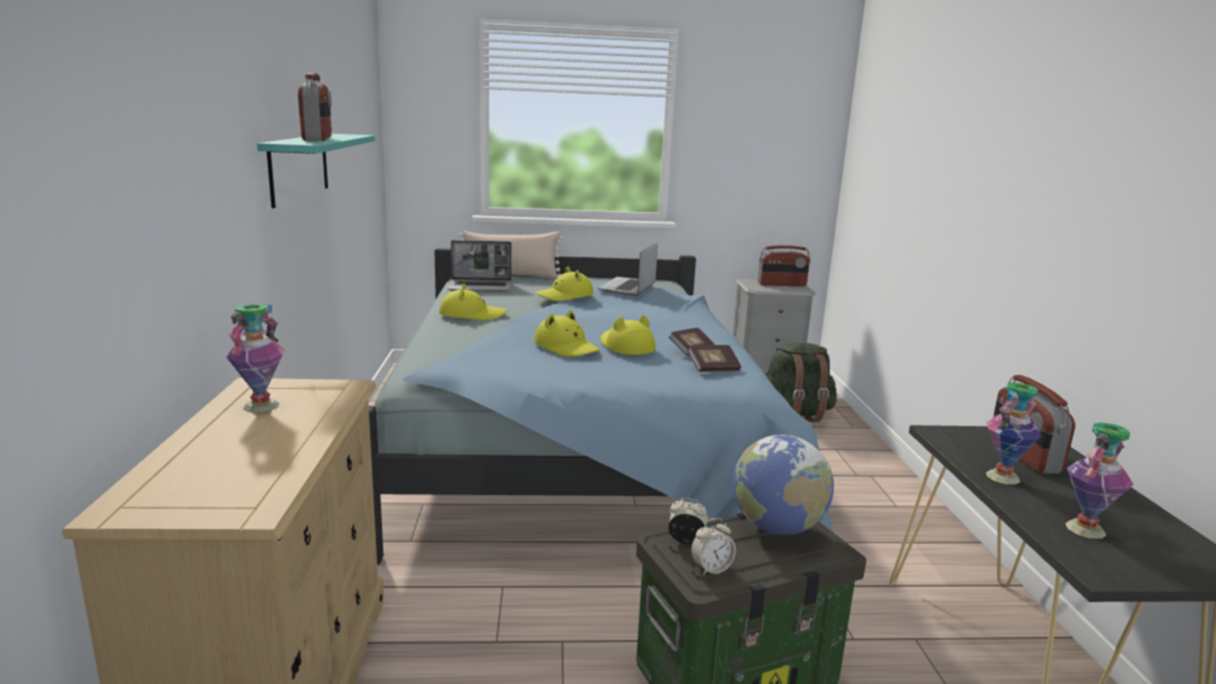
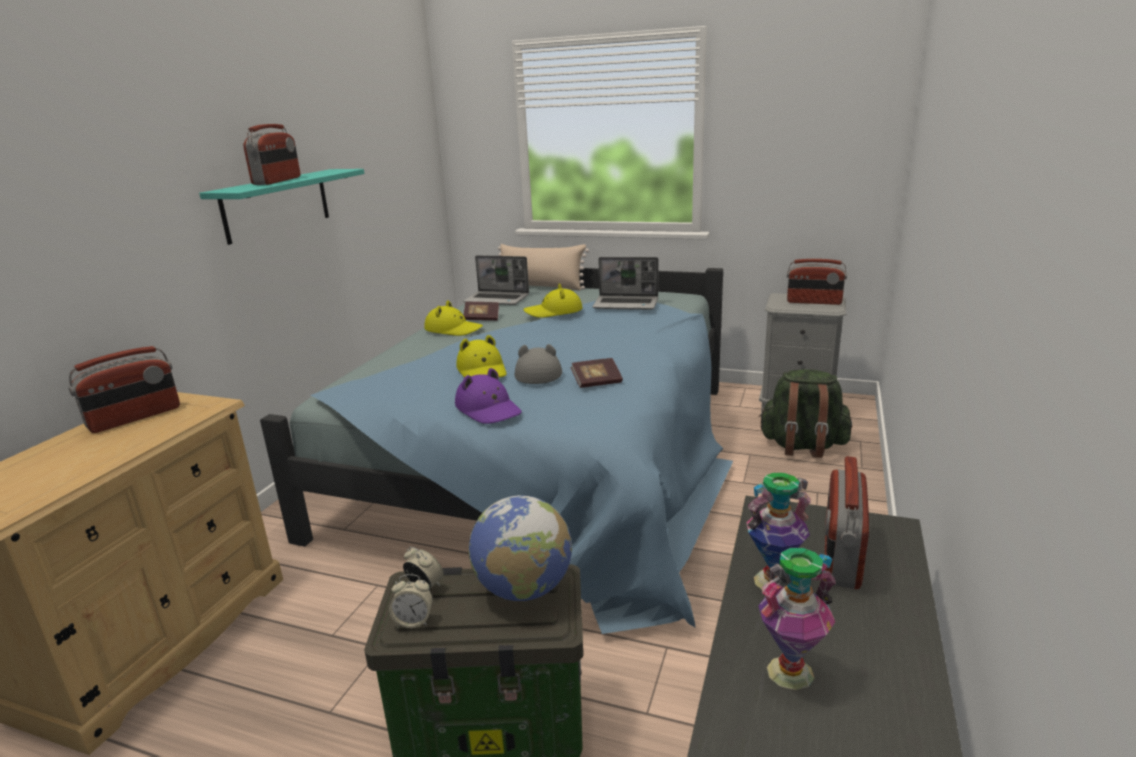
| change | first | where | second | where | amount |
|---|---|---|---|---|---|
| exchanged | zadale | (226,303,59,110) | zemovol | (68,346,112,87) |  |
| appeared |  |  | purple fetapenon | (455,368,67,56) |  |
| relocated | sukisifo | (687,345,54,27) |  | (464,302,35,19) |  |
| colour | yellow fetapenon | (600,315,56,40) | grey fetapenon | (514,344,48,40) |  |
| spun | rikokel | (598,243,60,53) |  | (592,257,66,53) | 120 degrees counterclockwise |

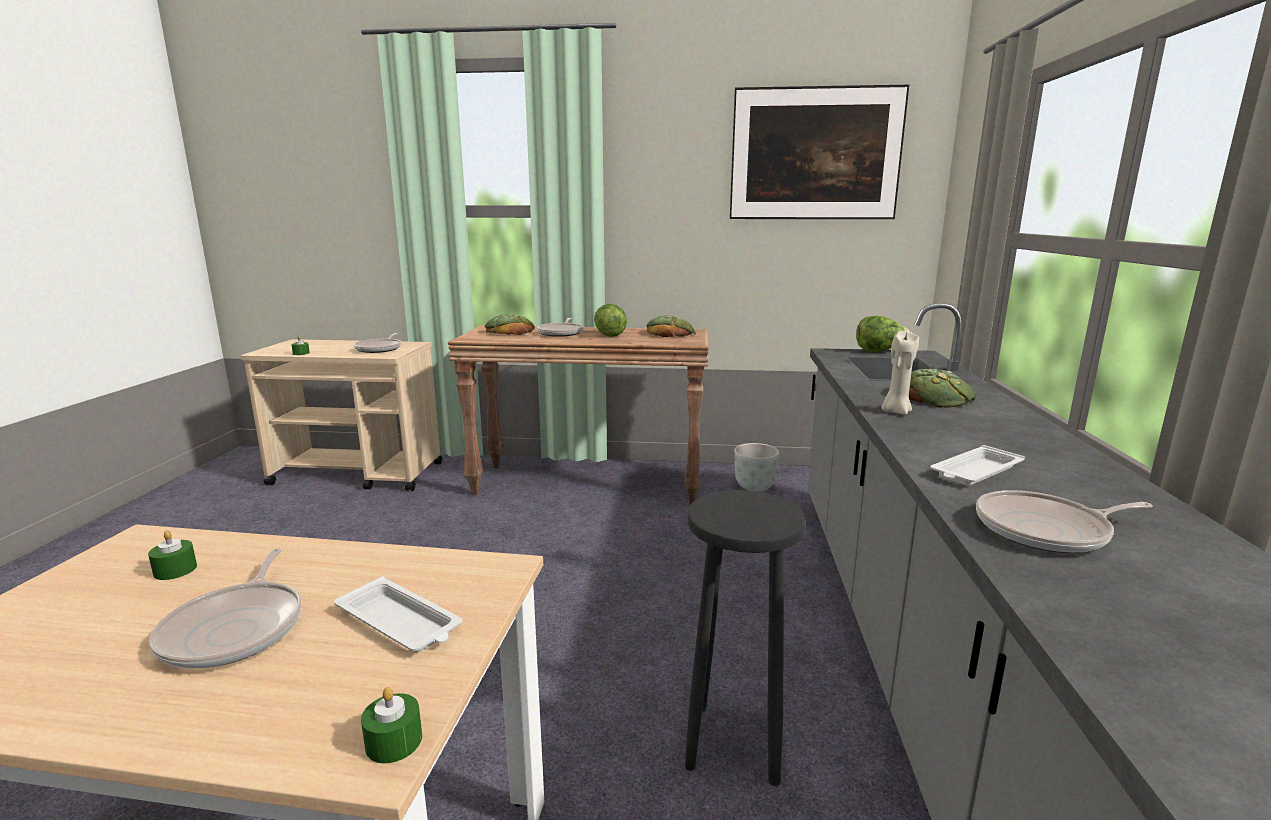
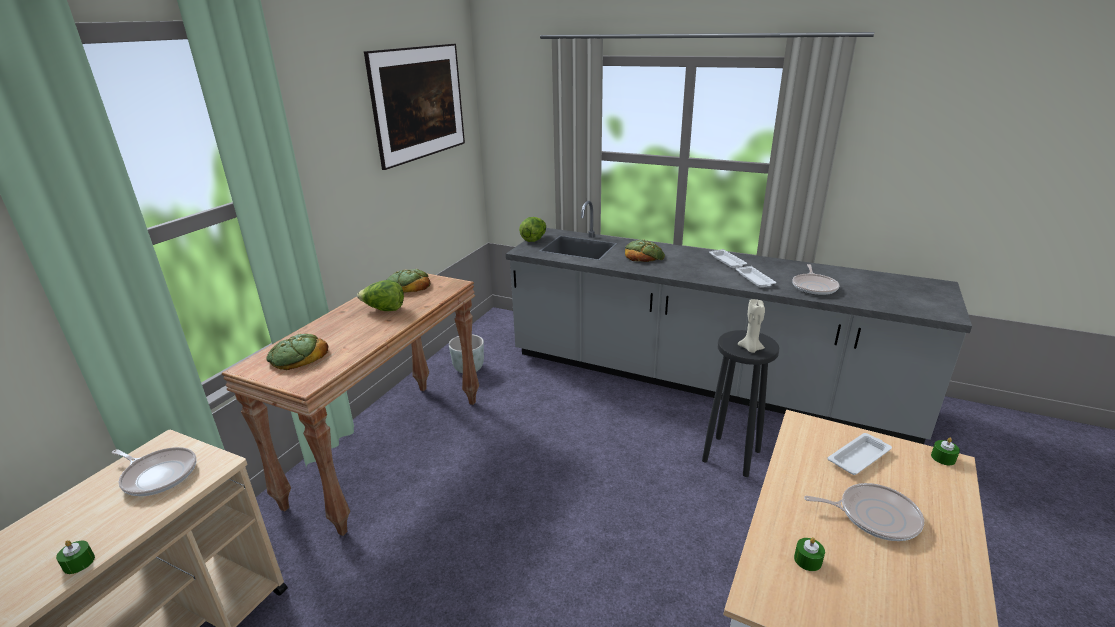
| change | first | where | second | where | amount |
|---|---|---|---|---|---|
| appeared |  |  | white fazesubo | (709,249,38,19) |  |
| relocated | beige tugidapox | (881,331,38,84) |  | (738,299,27,54) |  |
| missing | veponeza | (537,318,46,19) |  |  |  |

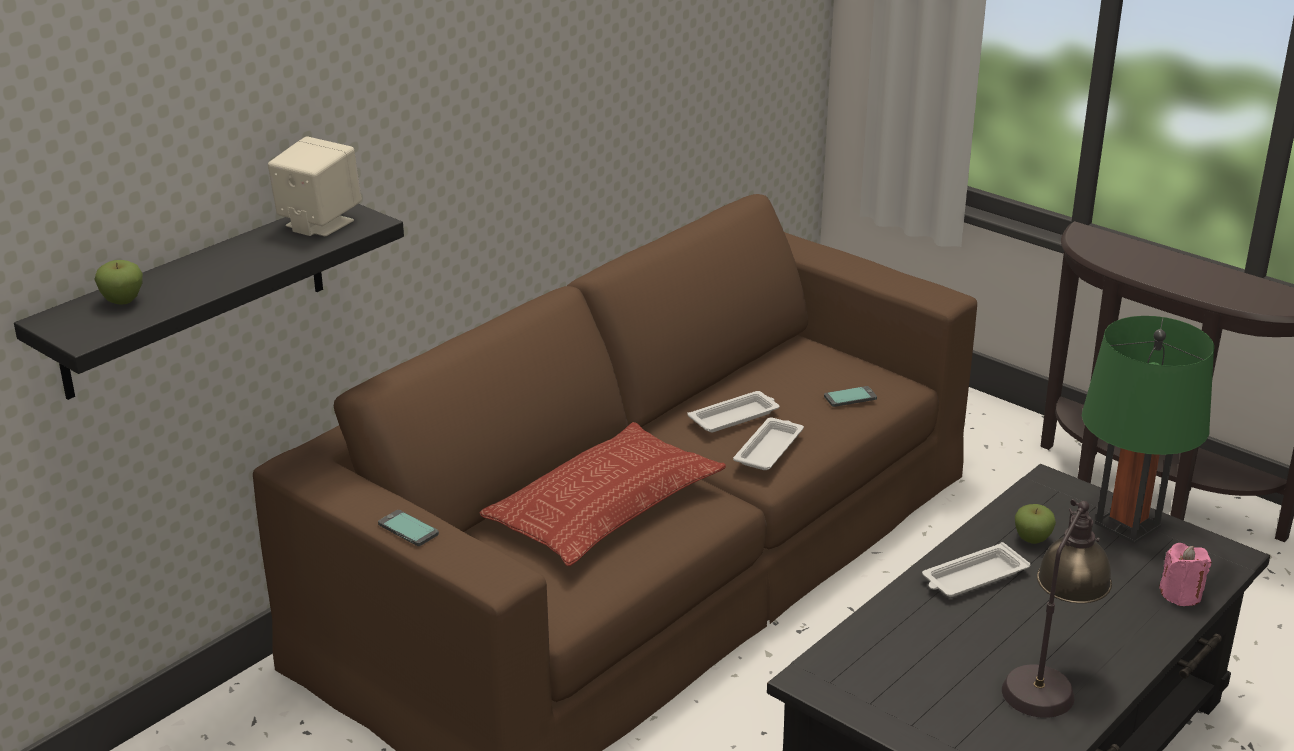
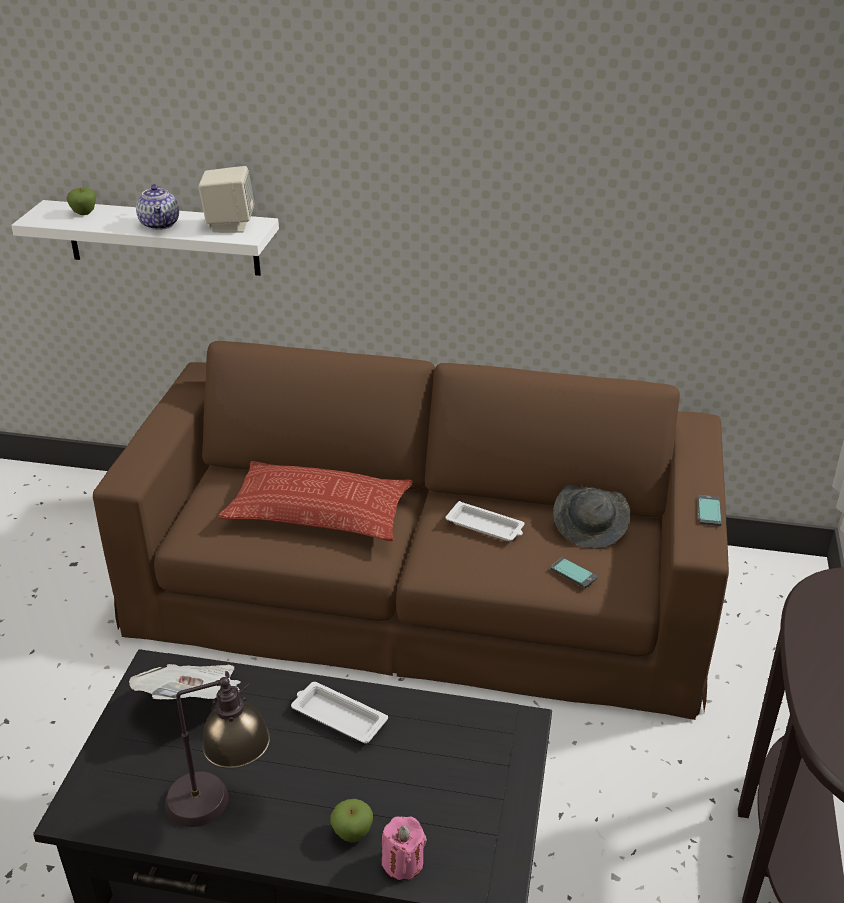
| change | first | where | second | where | amount |
|---|---|---|---|---|---|
| colour | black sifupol | (14,204,390,196) | white sifupol | (11,200,268,76) |  |
| appeared |  |  | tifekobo | (129,664,111,35) |  |
| appeared |  |  | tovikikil | (136,184,43,46) |  |
| relocated | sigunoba | (1015,504,41,40) |  | (330,799,43,43) |  |
| appeared |  |  | grey fetapenon | (553,484,78,64) |  |
| relocated | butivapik | (378,510,61,36) |  | (698,495,24,31) |  |
| missing | white fazesubo | (733,418,71,52) |  |  |  |
| missing | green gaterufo | (1082,316,132,228) |  |  |  |

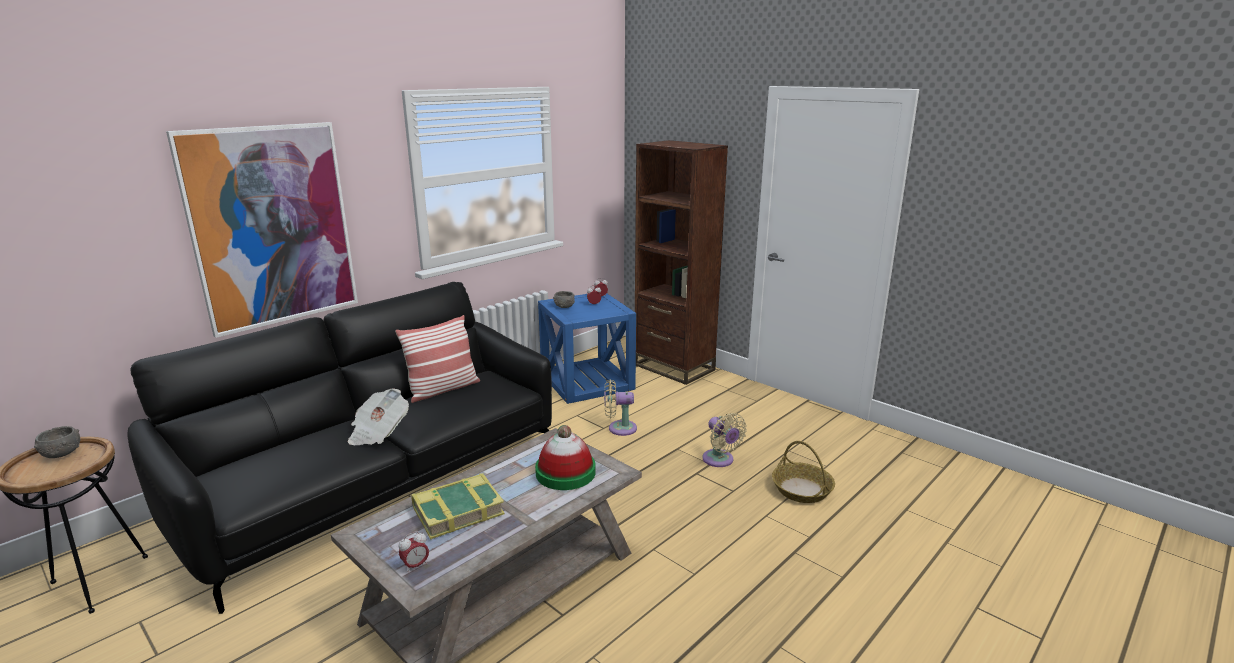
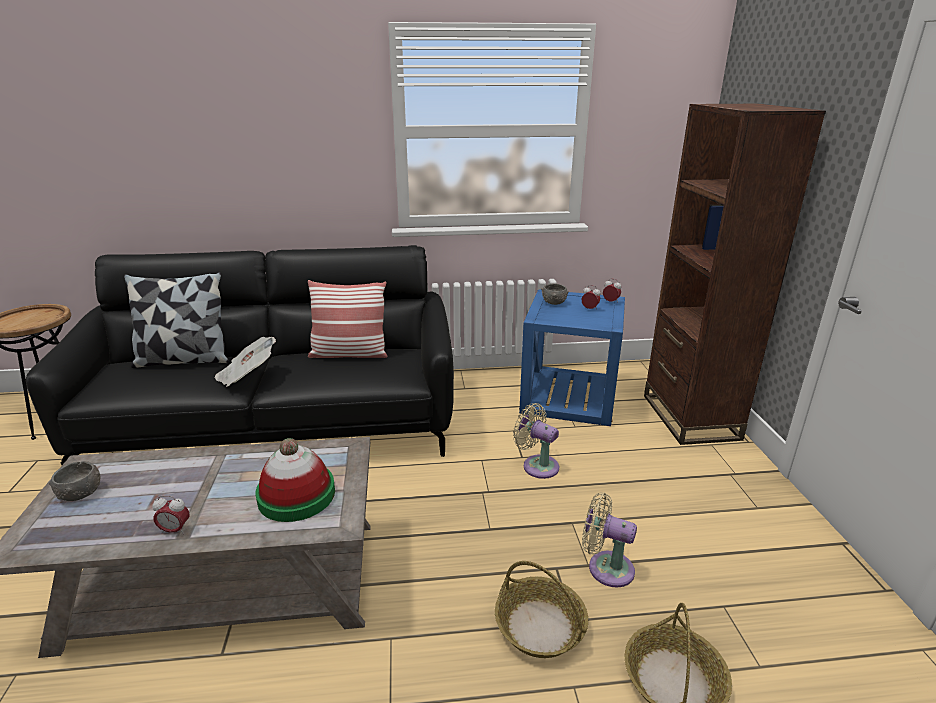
| change | first | where | second | where | amount |
|---|---|---|---|---|---|
| relocated | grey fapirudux | (34,426,46,32) |  | (49,461,51,40) |  |
| appeared |  |  | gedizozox | (124,272,105,96) |  |
| relocated | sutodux | (399,531,30,41) |  | (152,496,37,39) |  |
| appeared |  |  | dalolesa | (495,561,93,97) |  |
| spun | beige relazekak | (703,413,44,54) |  | (582,492,55,96) | 105 degrees clockwise |
| missing | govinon | (166,122,192,216) |  |  |  |
| missing | sukisifo | (411,473,94,66) |  |  |  |

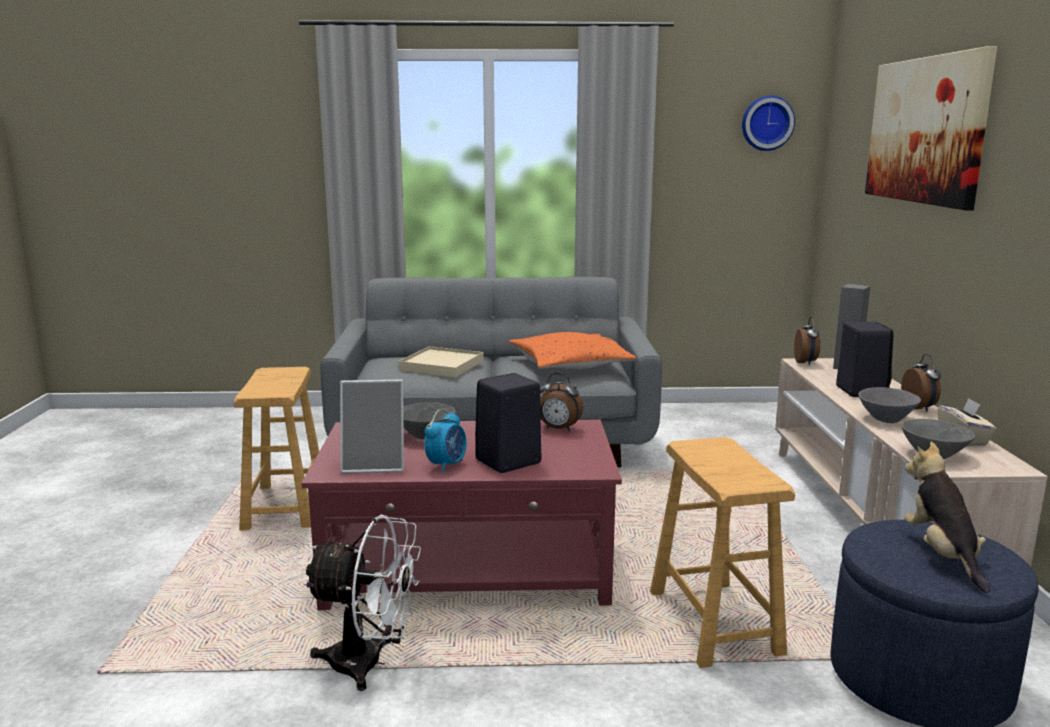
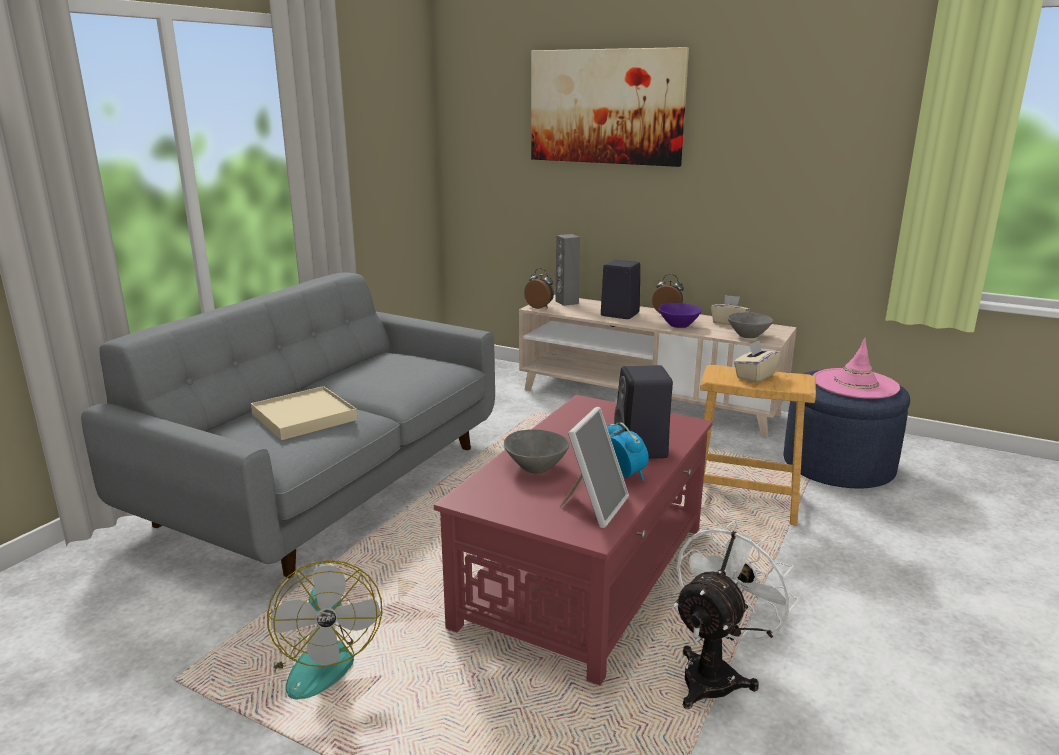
| change | first | where | second | where | amount |
|---|---|---|---|---|---|
| exchanged | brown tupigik | (234,367,85,164) | relazekak | (267,560,115,140) |  |
| colour | grey fapirudux | (858,387,63,36) | purple fapirudux | (659,303,42,25) |  |
| appeared |  |  | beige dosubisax | (734,340,47,43) |  |
| exchanged | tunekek | (904,441,87,152) | pink fetapenon | (813,338,87,61) |  |
| missing | orange gedizozox | (509,332,127,37) |  |  |  |
| missing | sutodux | (540,373,43,58) |  |  |  |
| missing | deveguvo | (742,95,53,56) |  |  |  |

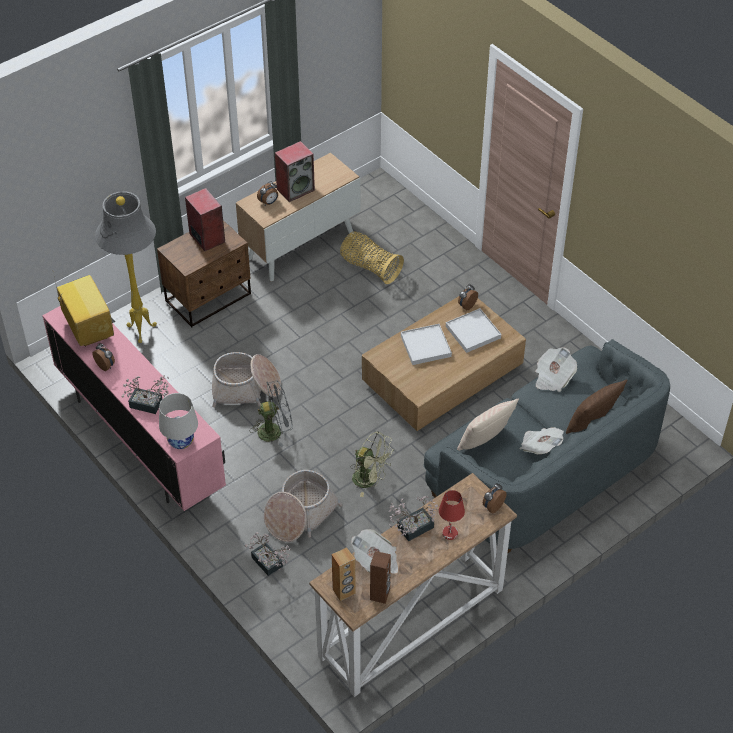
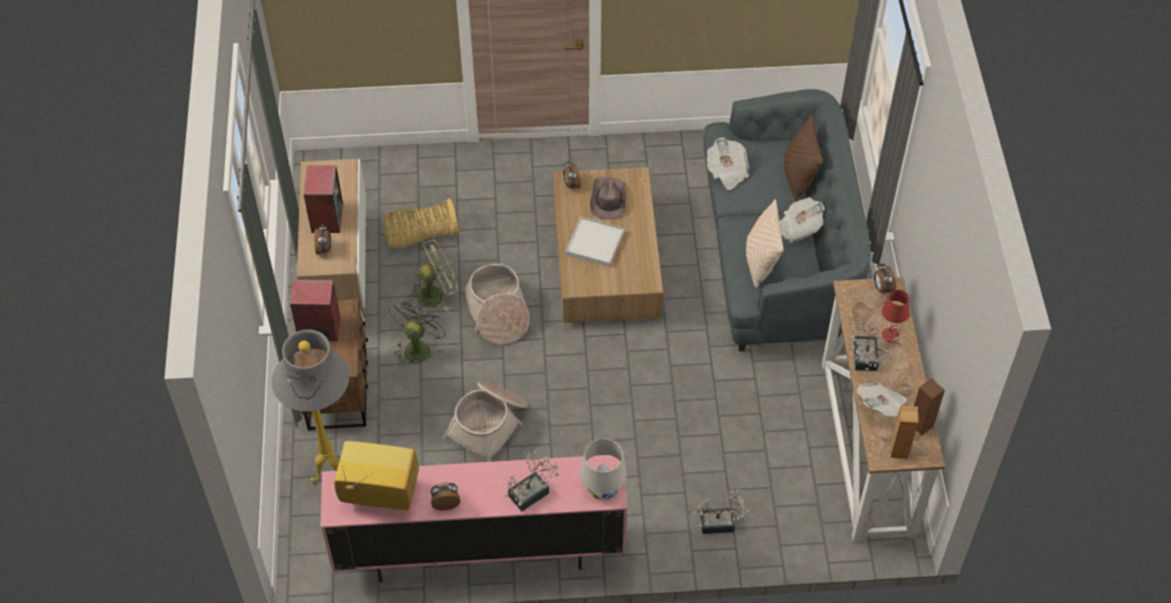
| change | first | where | second | where | amount |
|---|---|---|---|---|---|
| relocated | grey relazekak | (251,380,42,67) |  | (389,296,60,69) |  |
| relocated | green relazekak | (351,431,43,66) |  | (408,240,50,71) |  |
| relocated | dalolesa | (264,470,78,72) |  | (463,264,67,81) |  |
| exchanged | white fazesubo | (446,308,55,45) | brown fetapenon | (590,177,36,42) |  |

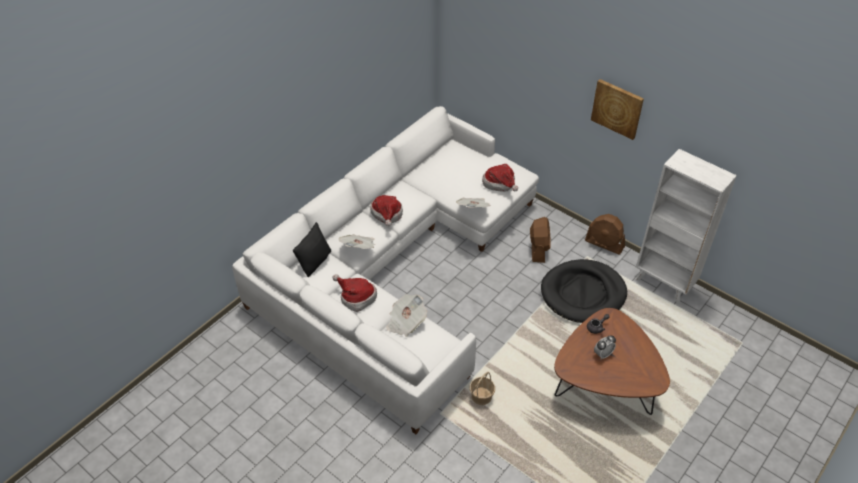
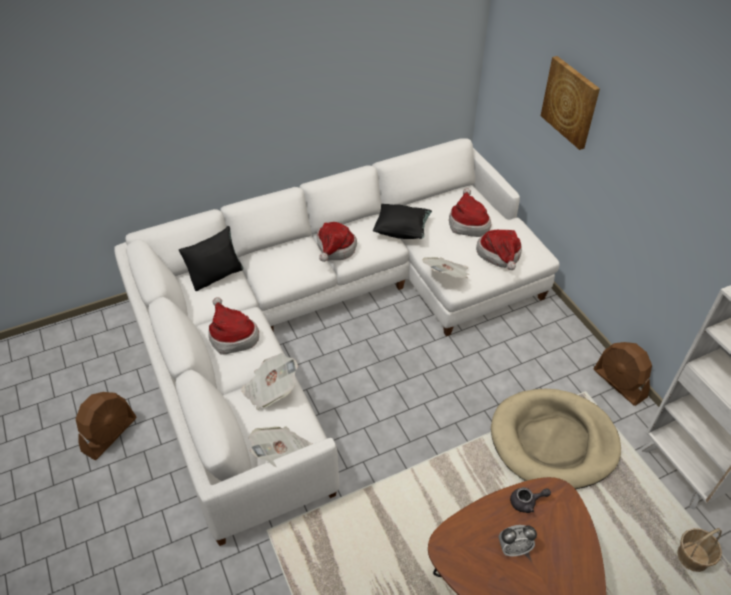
| change | first | where | second | where | amount |
|---|---|---|---|---|---|
| relocated | brown relazekak | (530,217,21,46) |  | (76,392,61,68) |  |
| relocated | tifekobo | (339,234,36,15) |  | (249,426,63,41) |  |
| appeared |  |  | black gedizozox | (373,204,59,35) |  |
| appeared |  |  | fetapenon | (449,188,42,49) |  |
| colour | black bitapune | (541,259,86,64) | beige bitapune | (491,389,130,100) |  |
| relocated | govinon | (591,79,53,61) |  | (541,56,59,94) |  |
| relocated | dalolesa | (469,372,26,33) |  | (677,528,45,44) |  |

